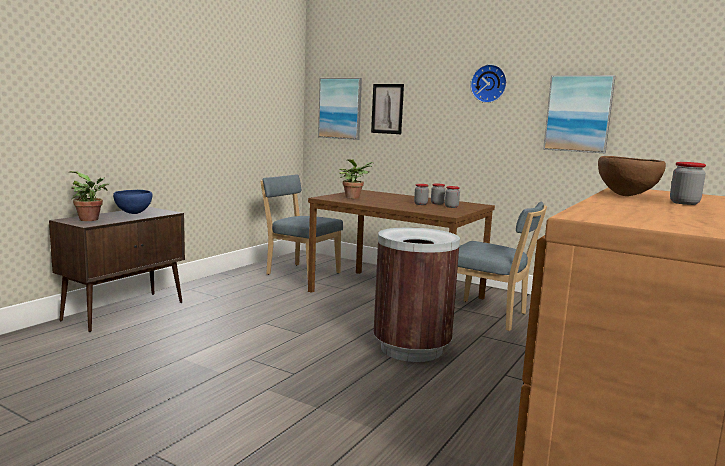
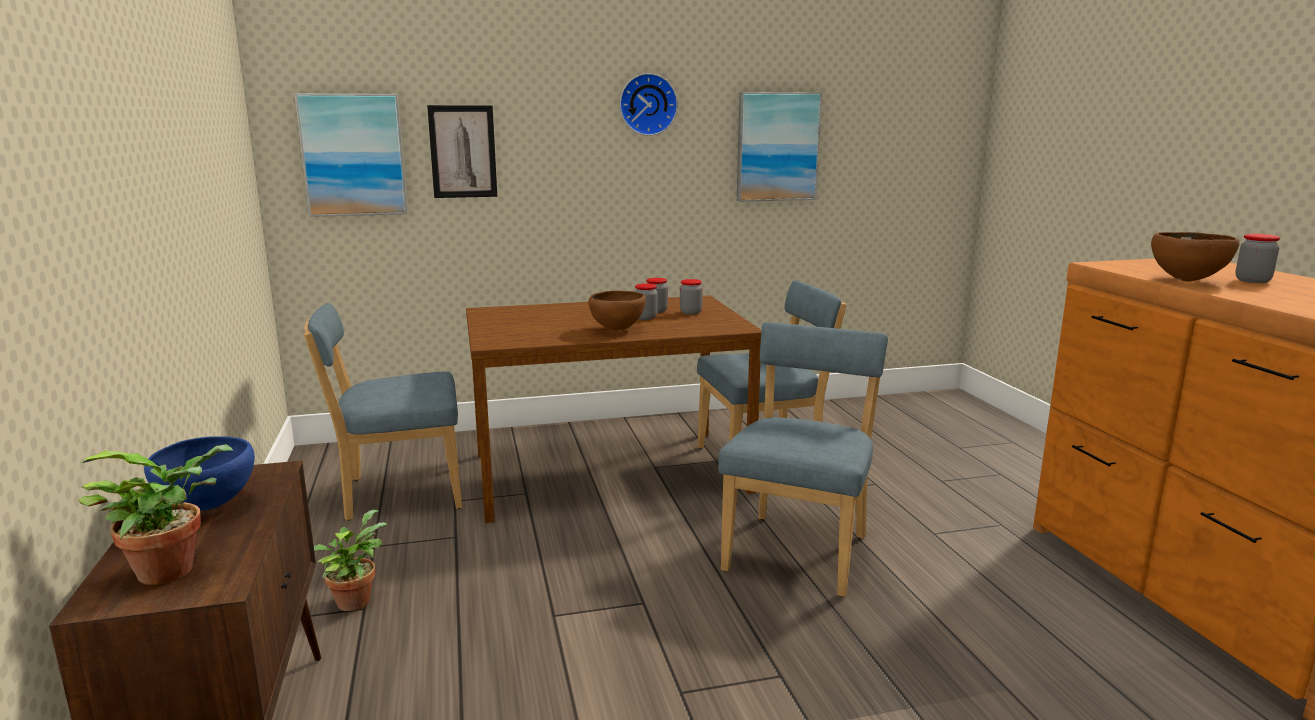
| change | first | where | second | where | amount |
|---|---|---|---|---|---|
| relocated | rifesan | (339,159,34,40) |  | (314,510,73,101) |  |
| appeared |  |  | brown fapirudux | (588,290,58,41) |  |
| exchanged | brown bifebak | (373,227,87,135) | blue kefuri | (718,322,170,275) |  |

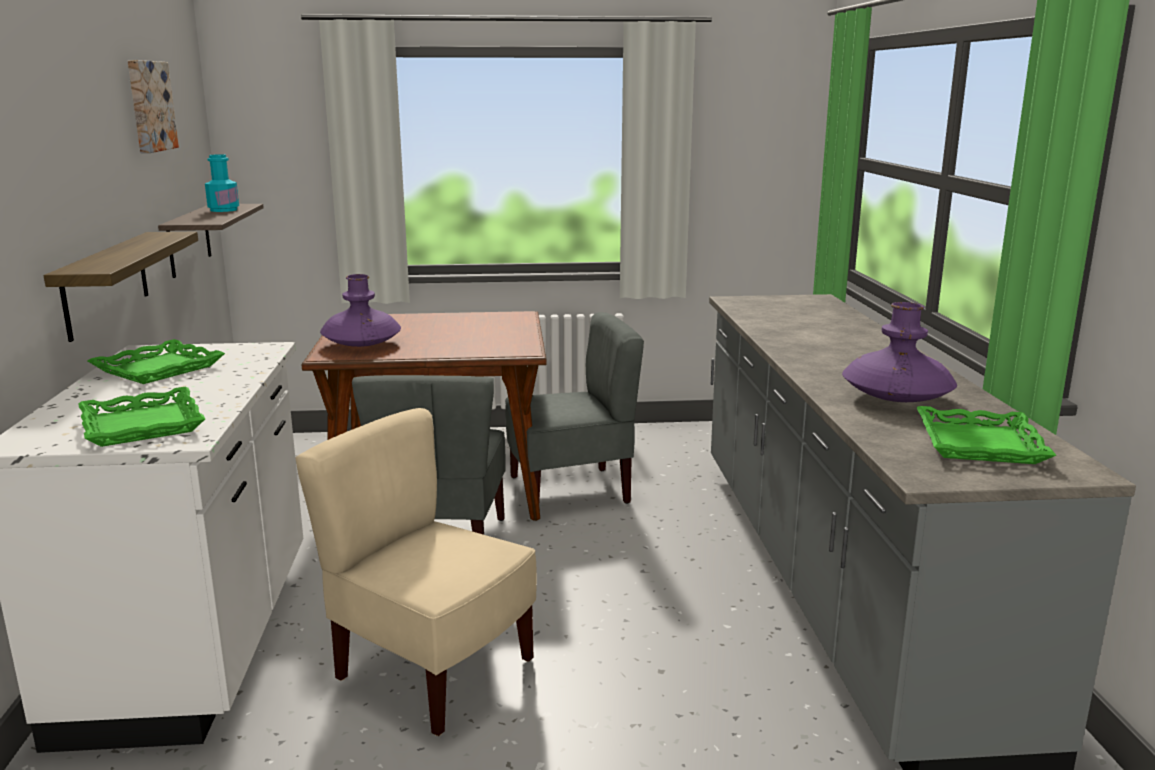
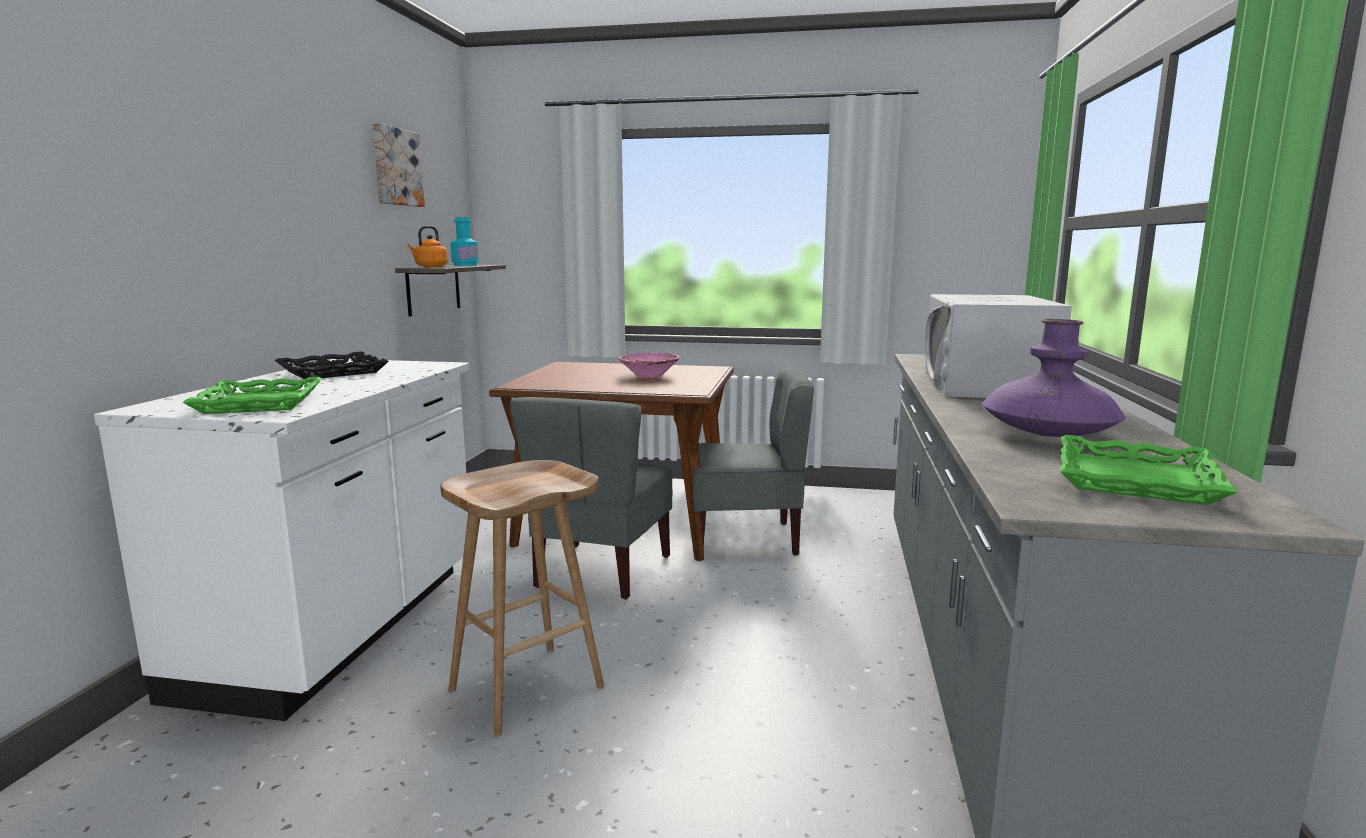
| change | first | where | second | where | amount |
|---|---|---|---|---|---|
| colour | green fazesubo | (87,339,138,45) | black fazesubo | (275,351,114,28) |  |
| appeared |  |  | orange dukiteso | (408,226,40,41) |  |
| exchanged | beige kefuri | (295,408,242,328) | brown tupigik | (440,460,164,276) |  |
| appeared |  |  | pink fapirudux | (618,353,62,25) |  |
| appeared |  |  | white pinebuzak | (925,294,147,104) |  |
| missing | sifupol | (44,232,154,110) |  |  |  |
| missing | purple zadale | (320,274,81,73) |  |  |  |

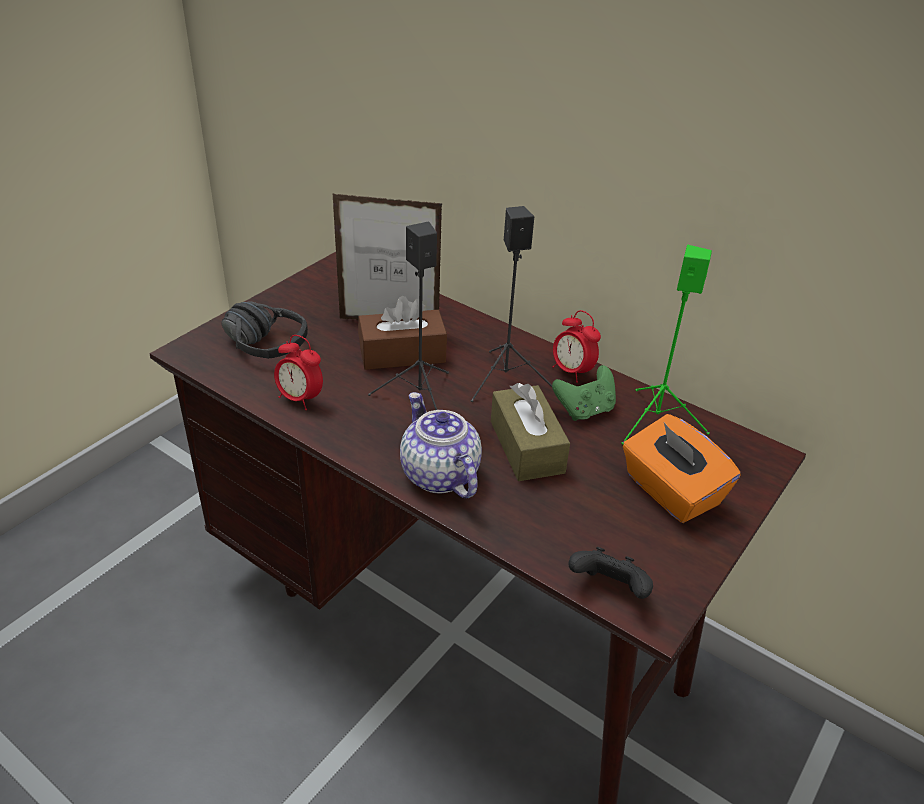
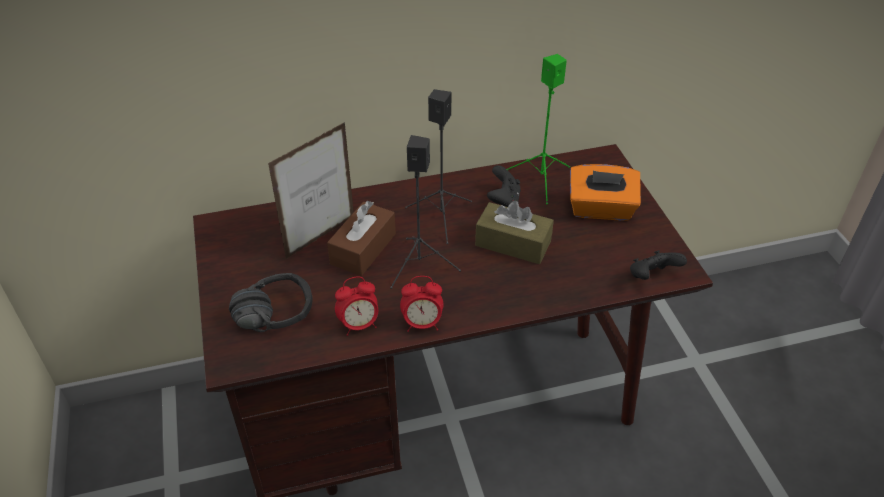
| change | first | where | second | where | amount |
|---|---|---|---|---|---|
| relocated | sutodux | (552,310,49,73) |  | (400,276,44,56) |  |
| colour | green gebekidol | (552,365,64,56) | black gebekidol | (487,165,34,42) |  |
| missing | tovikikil | (400,392,82,107) |  |  |  |

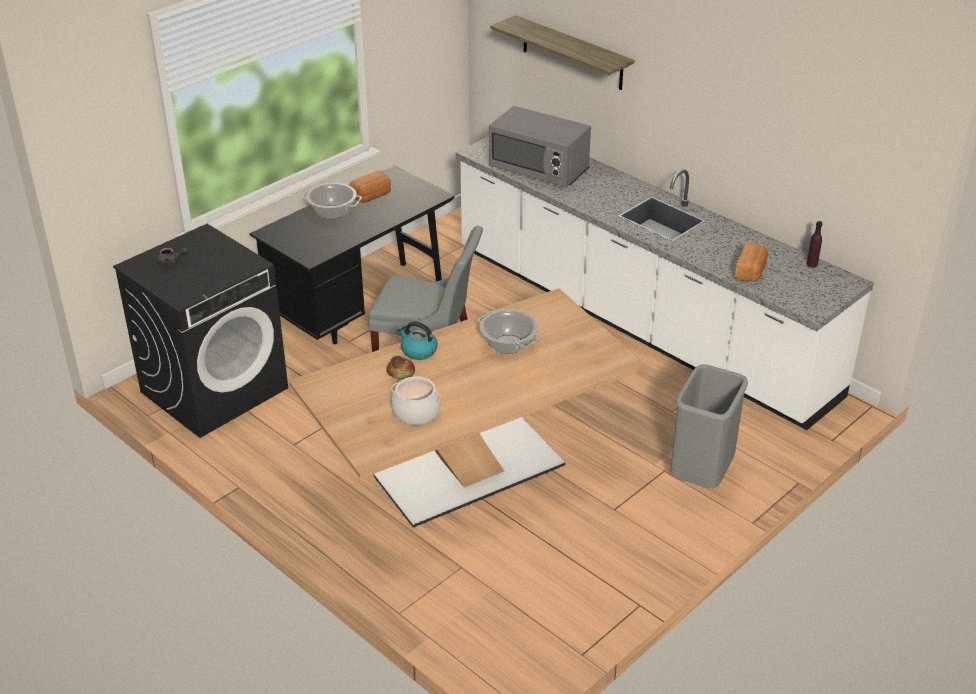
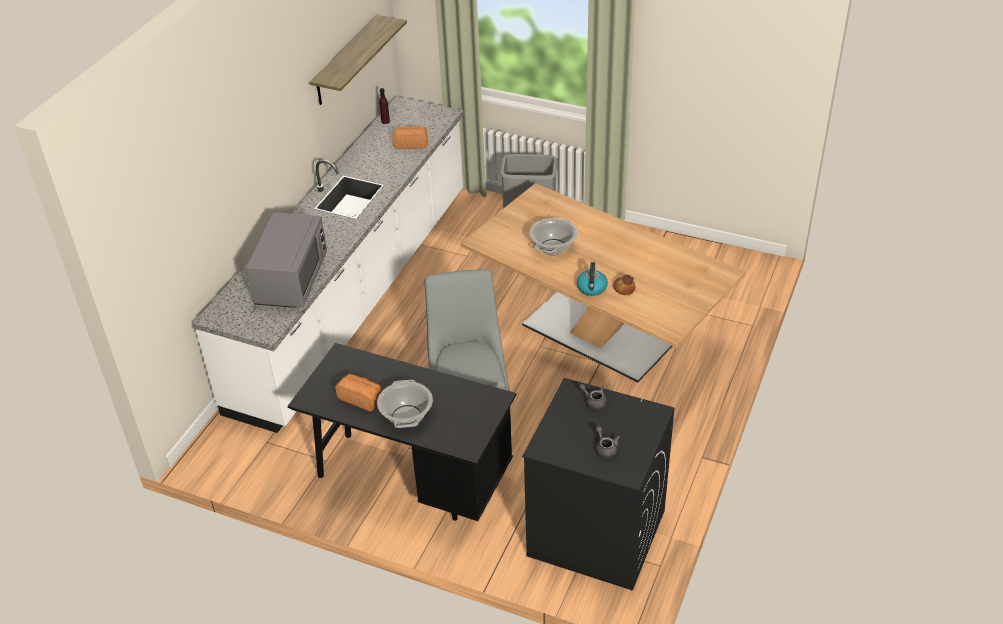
| change | first | where | second | where | amount |
|---|---|---|---|---|---|
| relocated | sifupol | (490,15,145,75) |  | (309,15,98,90) |  |
| appeared |  |  | grey tovikikil | (578,383,29,27) |  |
| missing | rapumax | (391,376,50,49) |  |  |  |

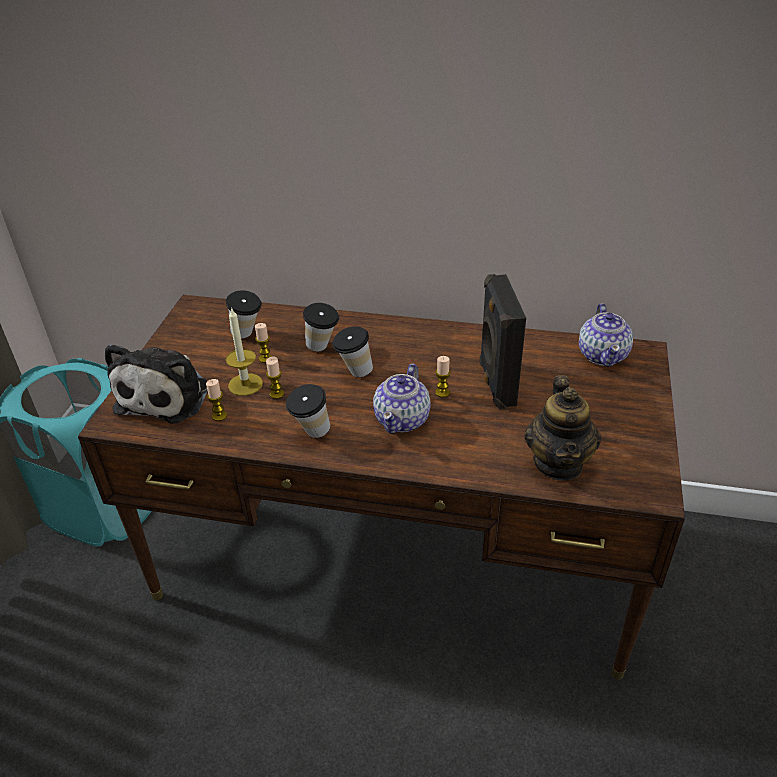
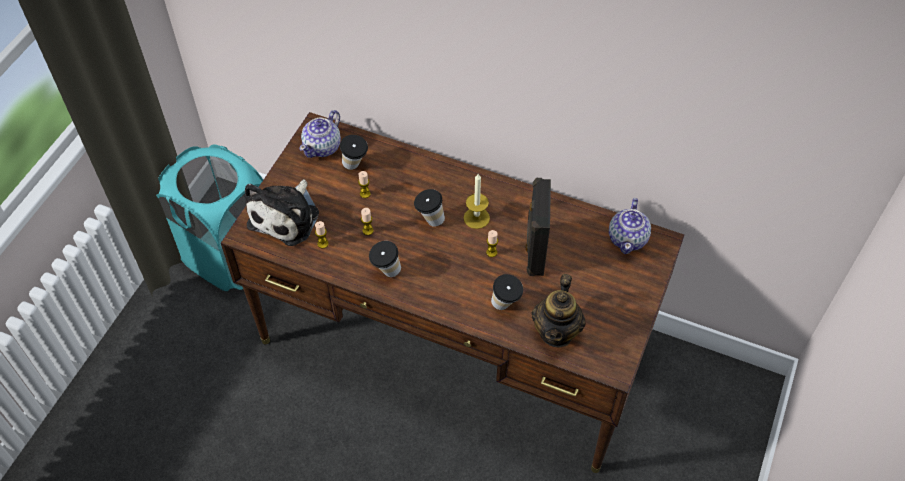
| change | first | where | second | where | amount |
|---|---|---|---|---|---|
| relocated | tovikikil | (373,363,58,71) |  | (300,110,41,48) |  |
| relocated | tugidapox | (226,307,37,89) |  | (463,174,27,55) |  |
| relocated | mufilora | (303,303,36,48) |  | (491,274,32,36) |  |

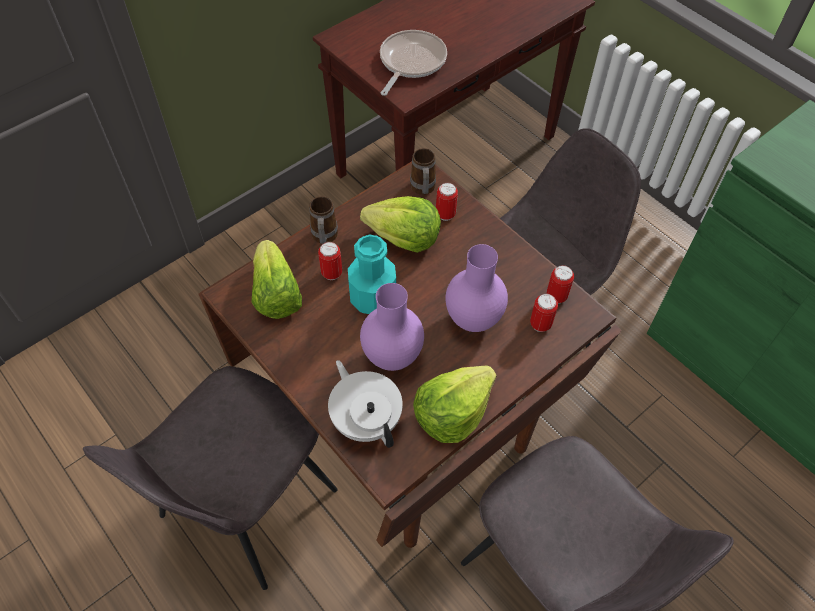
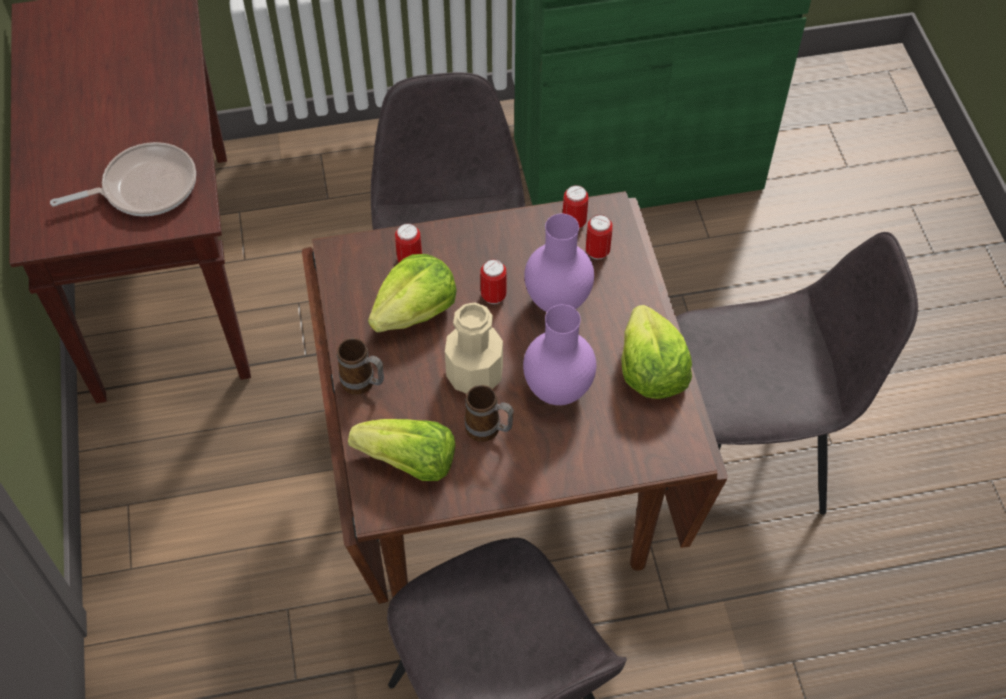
| change | first | where | second | where | amount |
|---|---|---|---|---|---|
| spun | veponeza | (380,30,67,66) |  | (50,142,146,74) | 105 degrees clockwise |
| colour | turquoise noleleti | (348,234,48,80) | beige noleleti | (445,302,58,92) |  |
| relocated | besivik | (410,148,26,47) |  | (465,385,49,57) |  |
| relocated | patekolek | (318,242,24,38) |  | (481,259,26,45) |  |
| missing | white tovikikil | (328,360,75,88) |  |  |  |

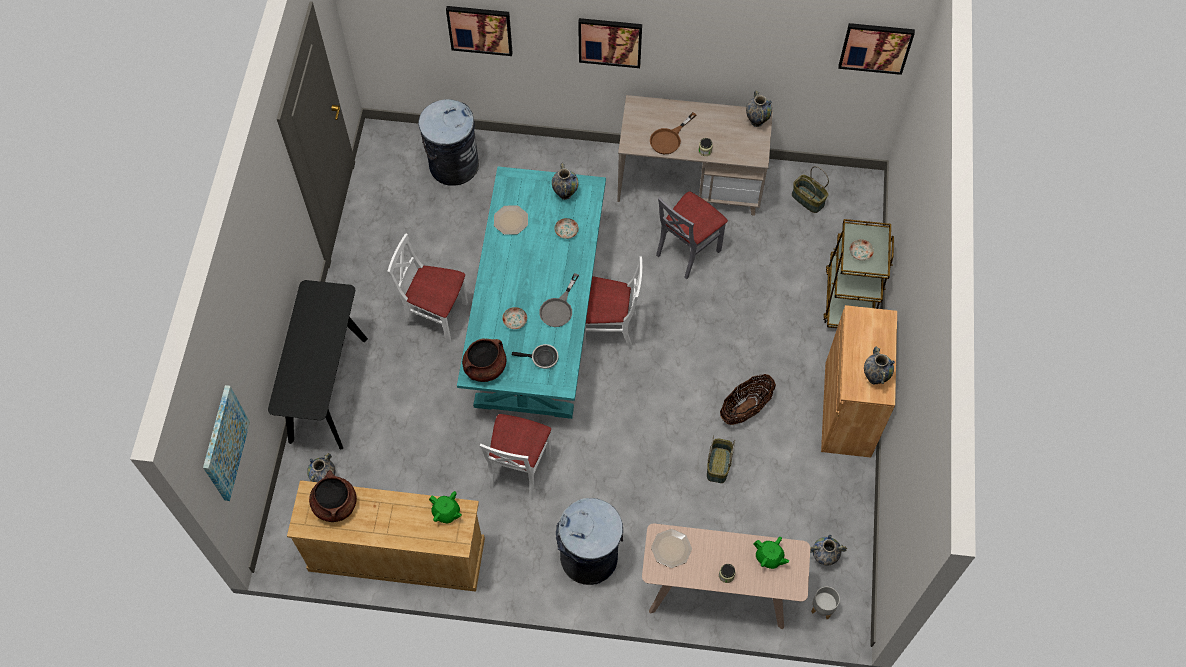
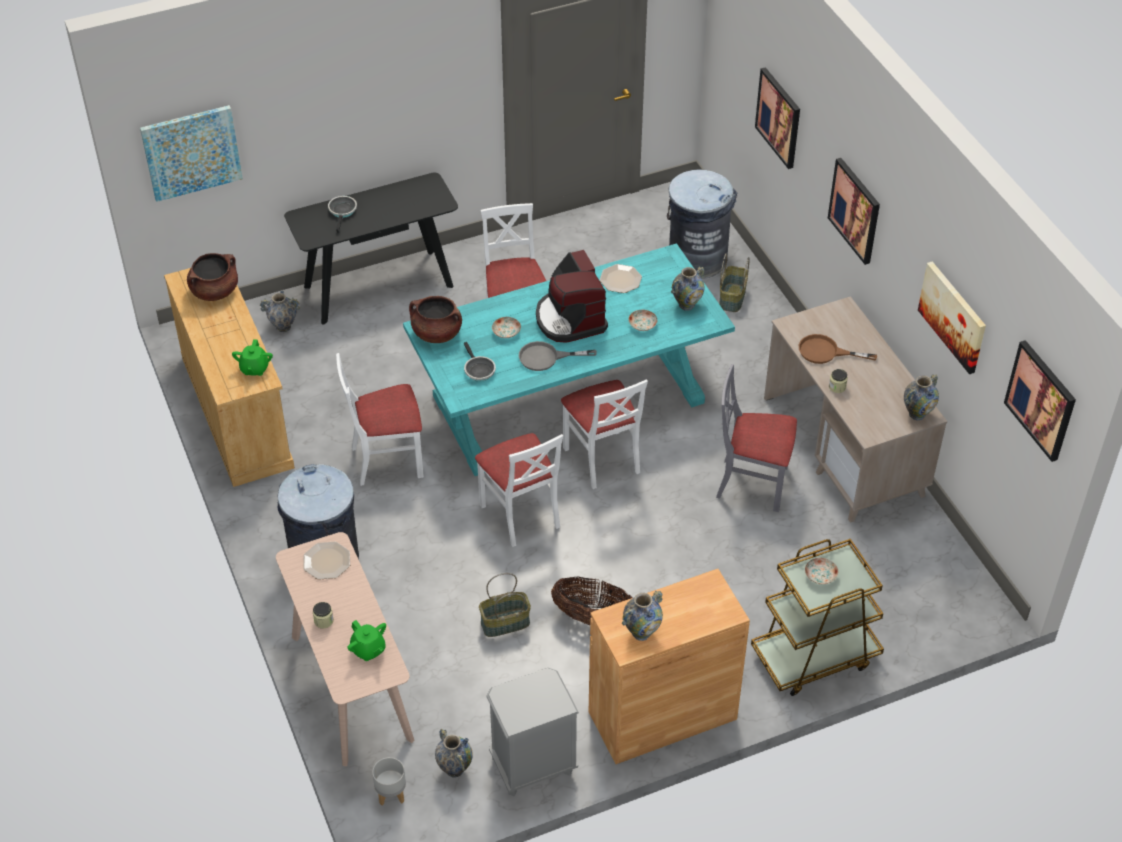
| change | first | where | second | where | amount |
|---|---|---|---|---|---|
| appeared |  |  | veponeza | (328,196,29,37) |  |
| spun | green tovikikil | (753,537,37,32) |  | (347,620,39,41) | 45 degrees counterclockwise |
| appeared |  |  | white kefuri | (475,433,88,114) |  |
| appeared |  |  | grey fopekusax | (486,668,93,128) |  |
| appeared |  |  | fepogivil | (536,250,72,93) |  |
| relocated | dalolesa | (792,166,37,47) |  | (719,253,31,59) |  |
| appeared |  |  | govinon | (918,262,68,112) |  |

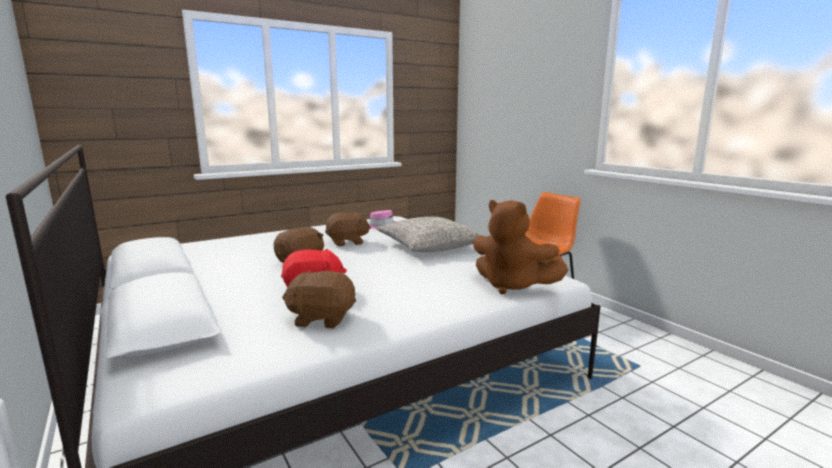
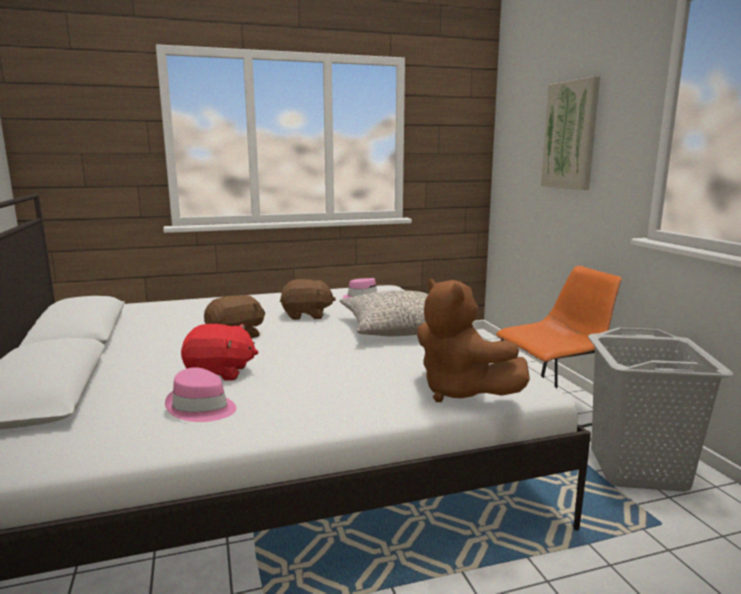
| change | first | where | second | where | amount |
|---|---|---|---|---|---|
| exchanged | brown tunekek | (282,270,74,58) | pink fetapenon | (165,367,71,55) |  |
| appeared |  |  | govinon | (541,76,59,114) |  |
| appeared |  |  | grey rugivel | (588,328,145,164) |  |

